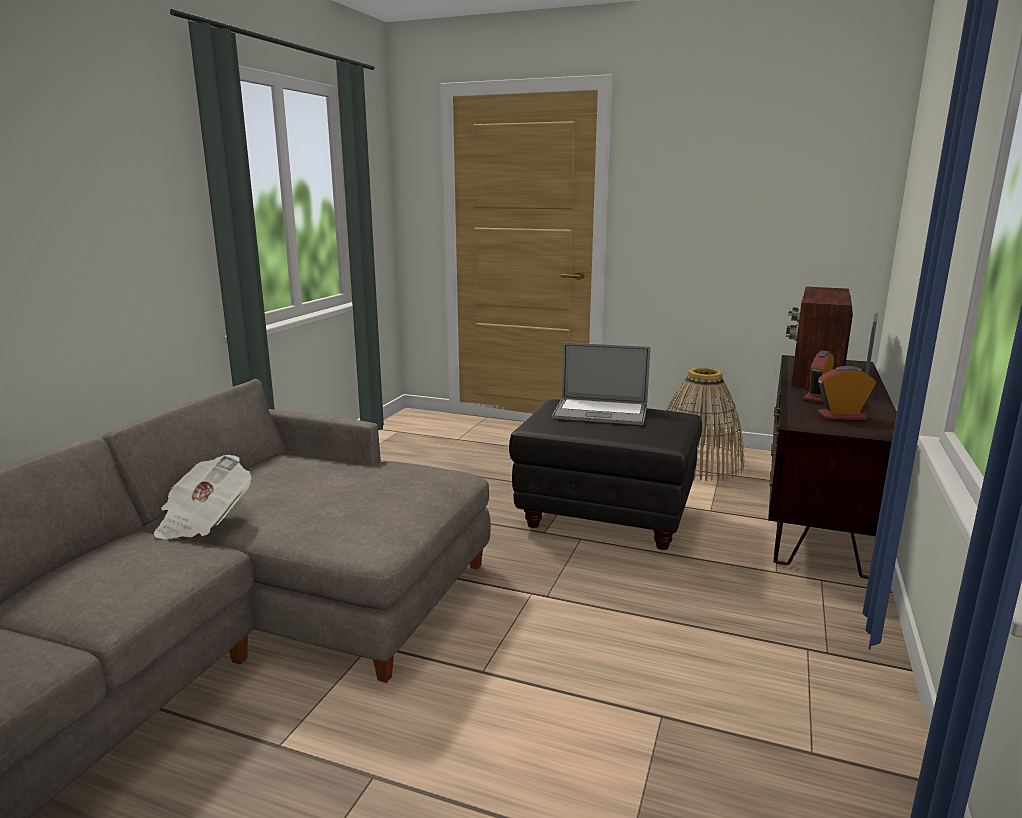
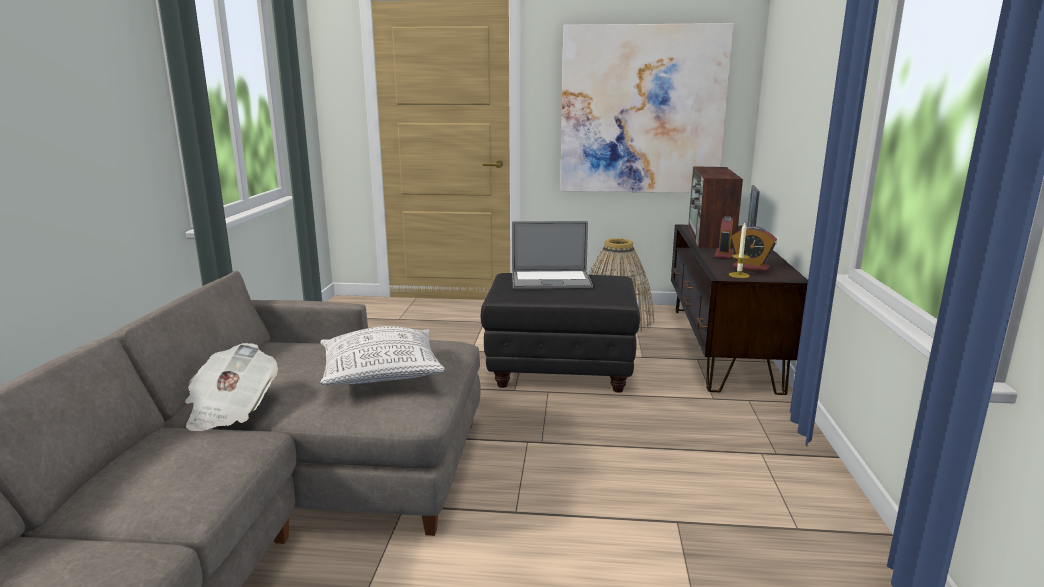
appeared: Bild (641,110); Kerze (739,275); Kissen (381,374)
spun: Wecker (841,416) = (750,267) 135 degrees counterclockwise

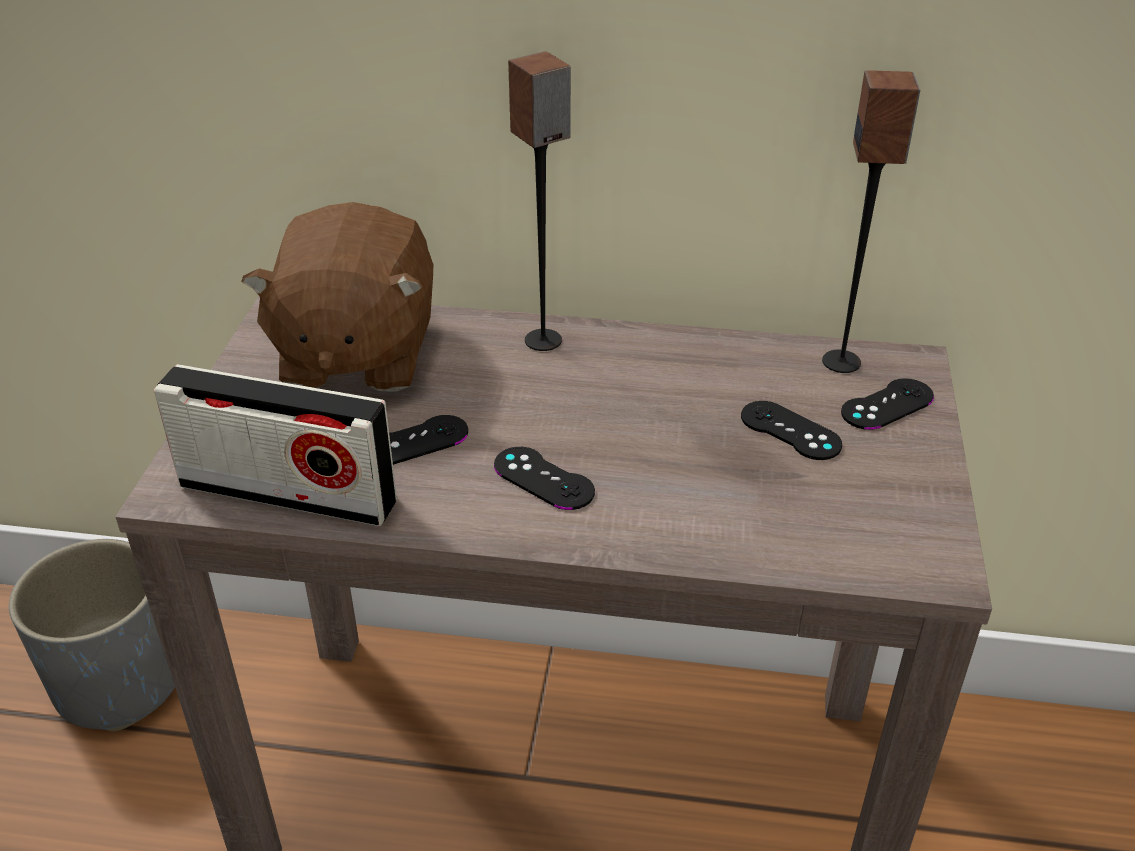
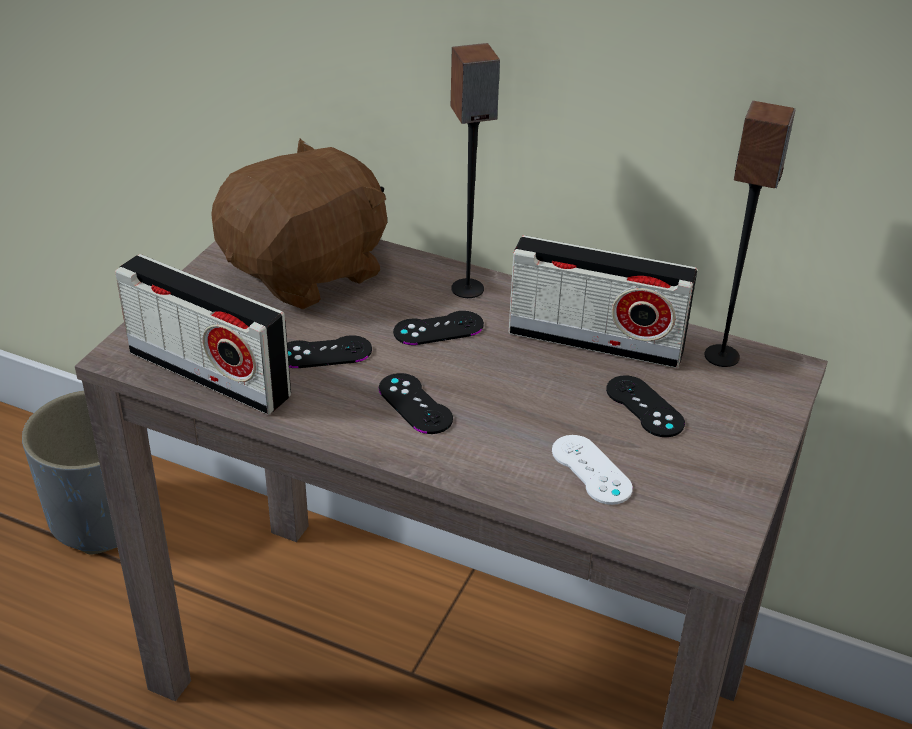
appeared: Radio (595,341); Gamepad/weiß (591,470)
relocated: Gamepad/schwarz (887,405) to (438,329)
spun: Plüschtier/braun (355,354) = (307,272) 150 degrees counterclockwise

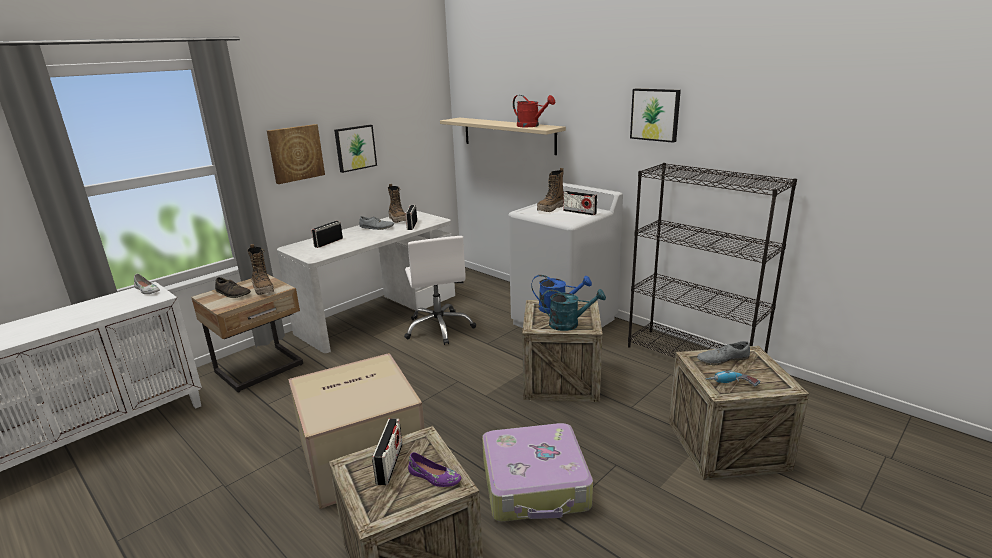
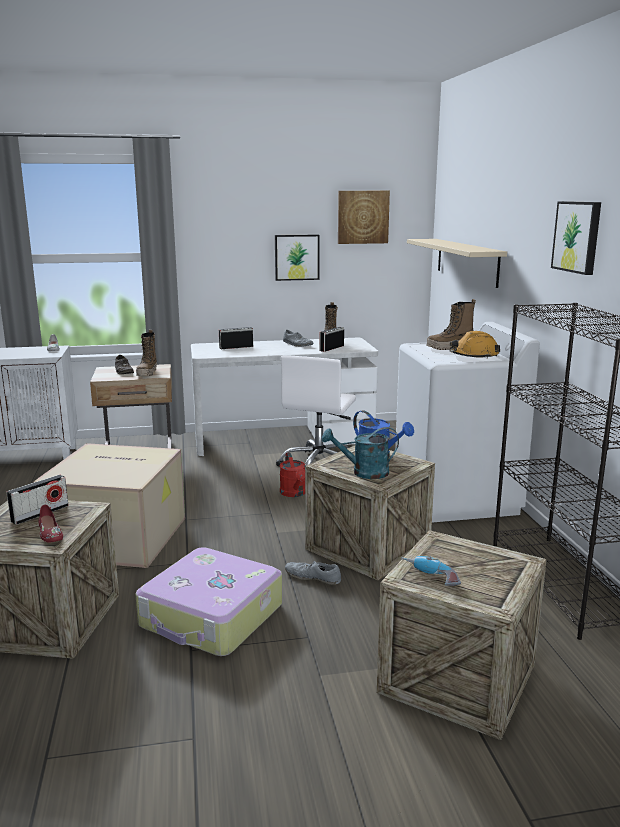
relocated: Gießkanne/rot (531,126) to (294,493); Bild (295,153) to (362,217); Schuh/grau (722,359) to (313,577)
exchanged: Radio (579,212) to Schutzhelm/orange (474,356)
colour: Schuh/lila (434,477) to Schuh/rot (49,533)
spun: Gießkanne/türkis (569,324) = (363,473) 135 degrees clockwise

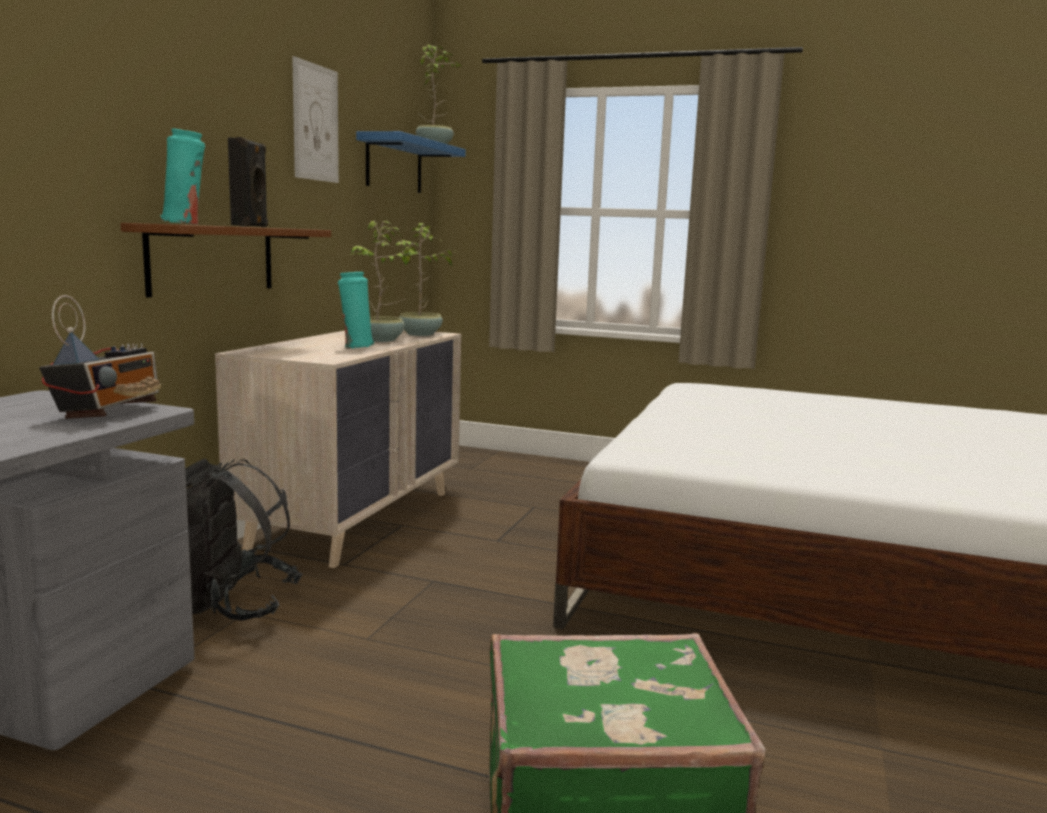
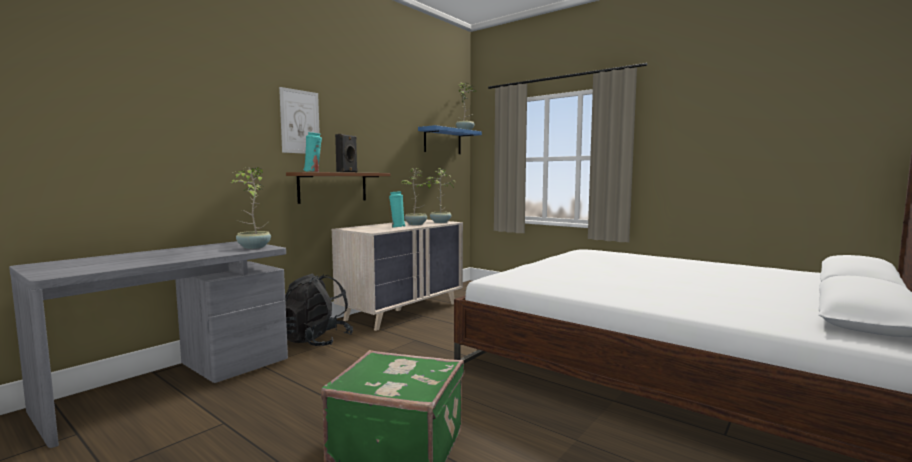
relocated: Bild (315,123) to (300,122)
exchanged: Radio (108,411) to Topfpflanze (253,247)

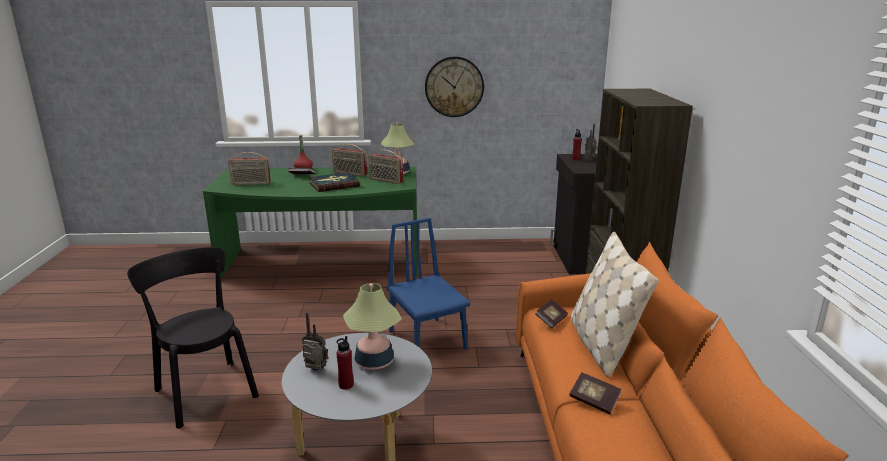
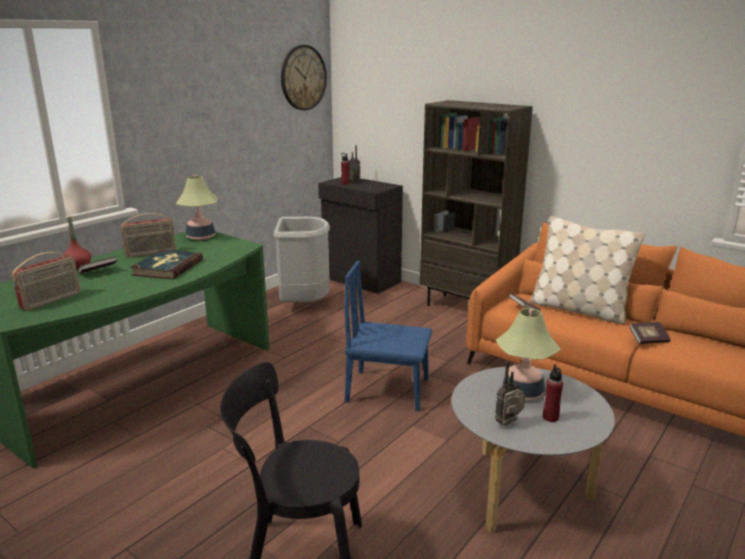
missing: Radio (385,181)
appeared: Mülleimer/grau (304,305)
relocated: Wanduhr (454,87) to (303,78)

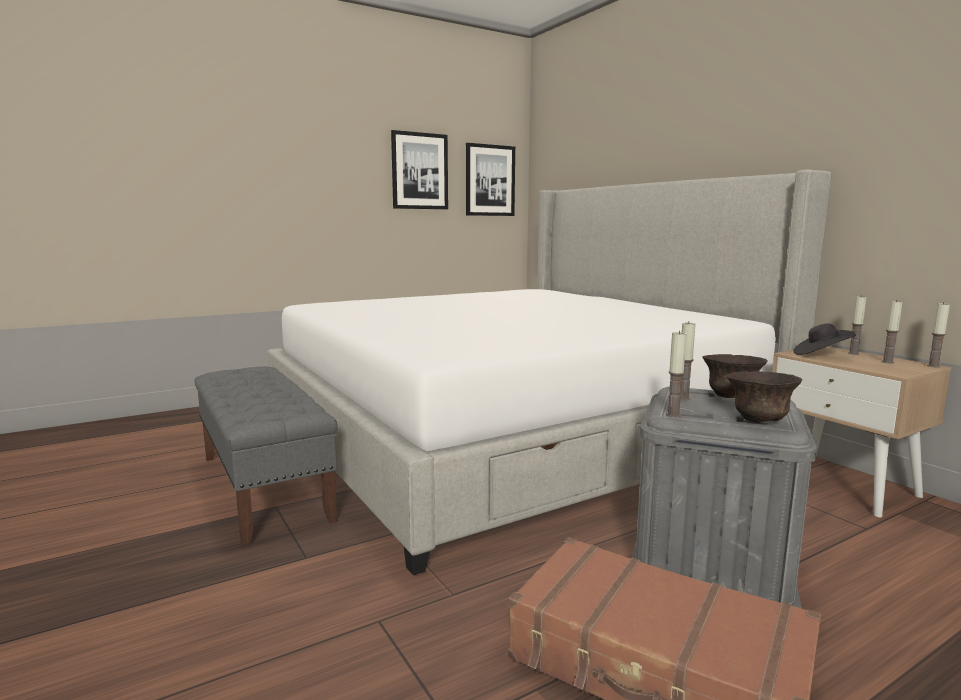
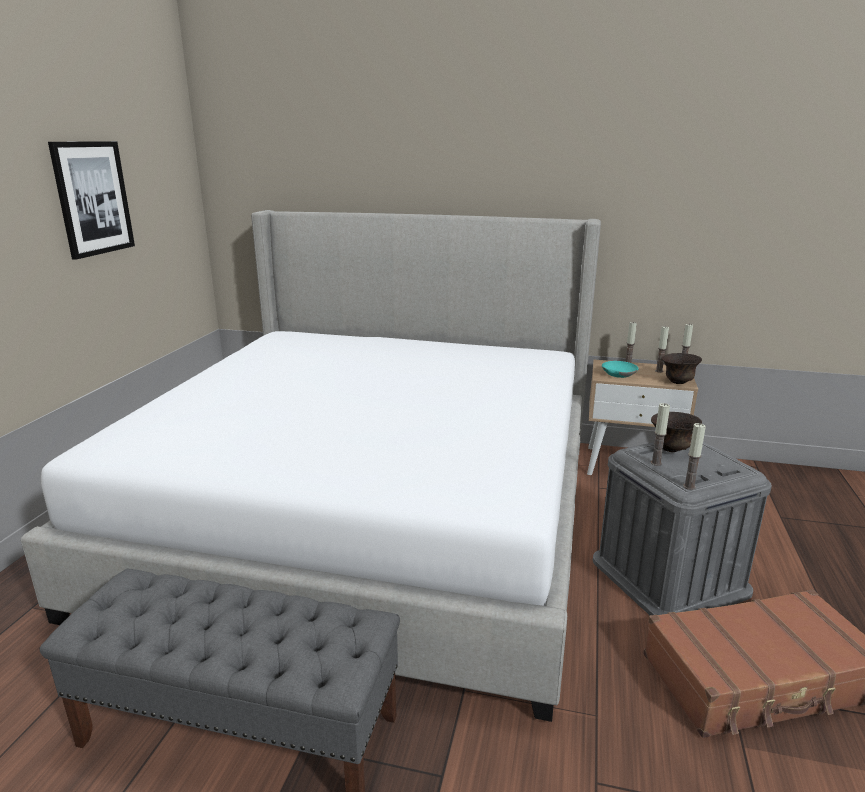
missing: Bild (490,180)
relocated: Schüssel/braun (759,420) to (678,382)
exchanged: Hut/schwarz (821,355) to Schüssel/türkis (618,374)

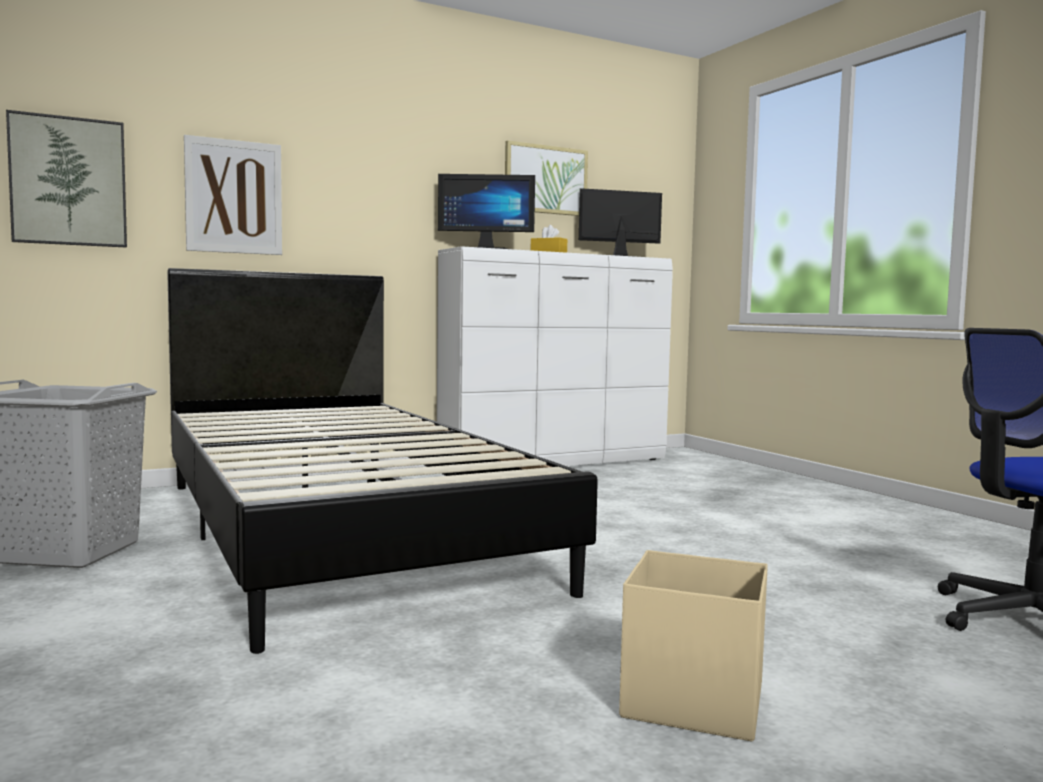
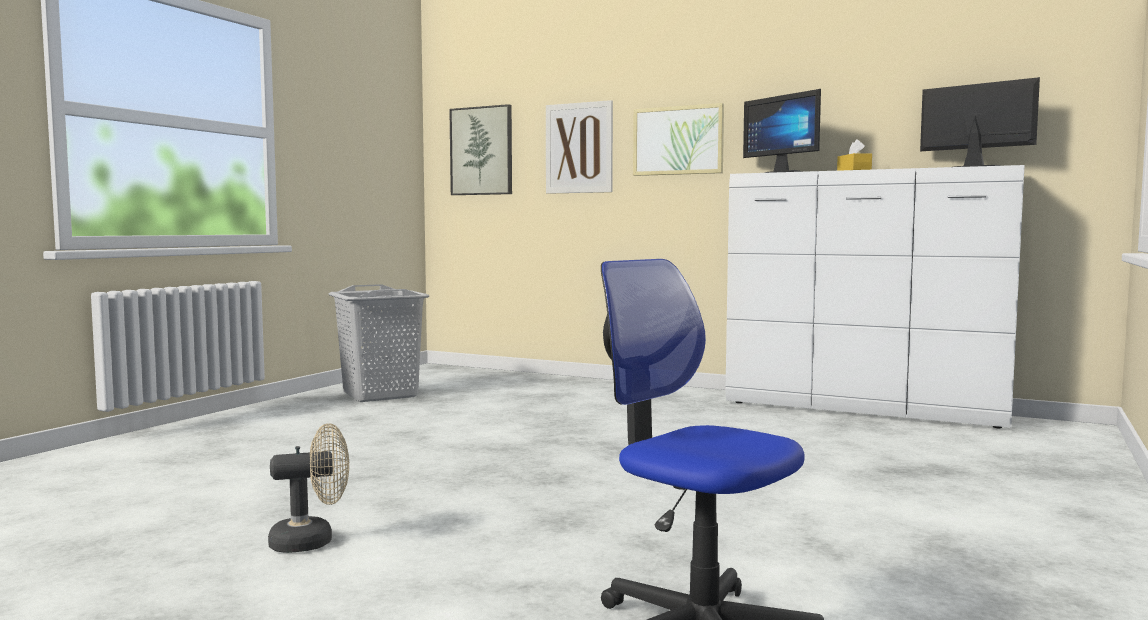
missing: Bett/schwarz (336,529)
relocated: Bild (545,180) to (678,140)
exchanged: Aufbewahrungsbox/beige (691,701) to Ventilator/beige (312,541)

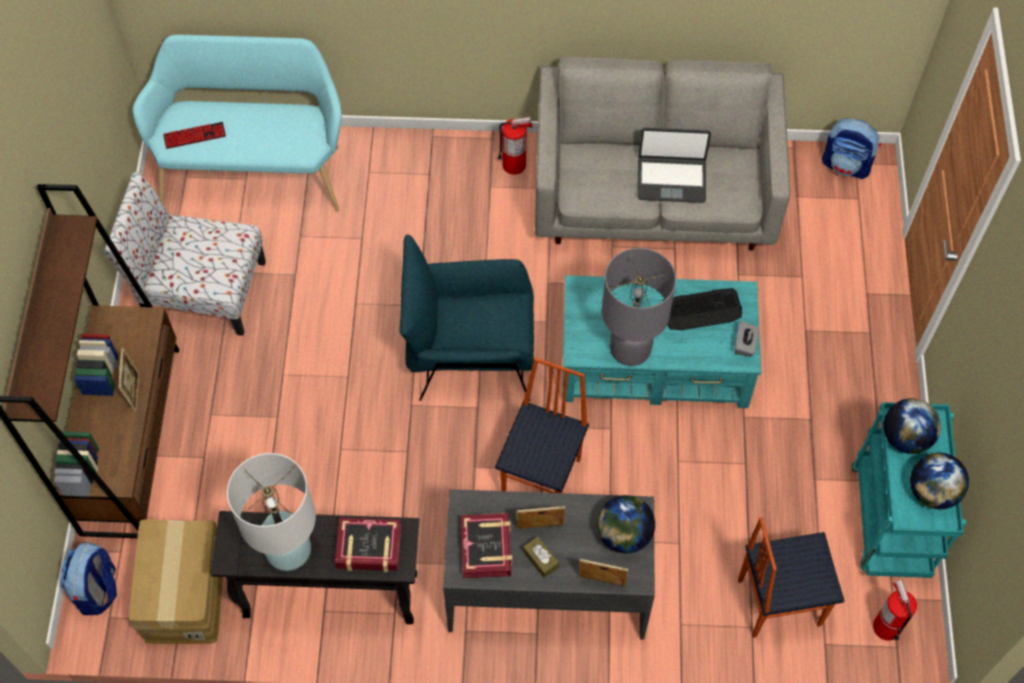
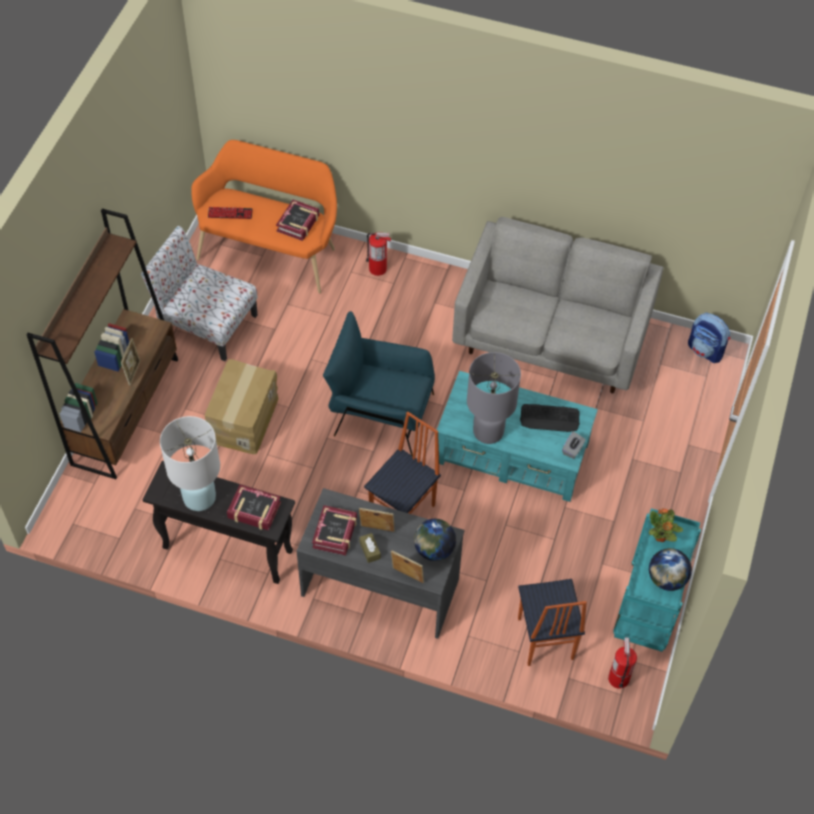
missing: Laptop (671,179); Rucksack (98,590)
appeared: Buch (298,223)
relocated: Feuerlöscher (514,165) to (378,269); Karton (184,593) to (243,419)
exchanged: Globus (905,437) to Topfpflanze (660,537)
colour: Bank/türkis (255,169) to Bank/orange (270,250)
spun: Stuhl (777,601) = (544,639) 105 degrees counterclockwise

